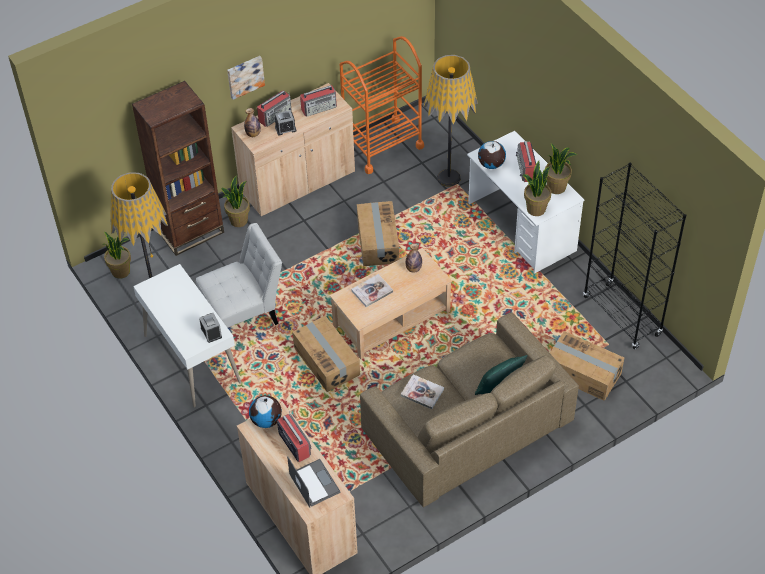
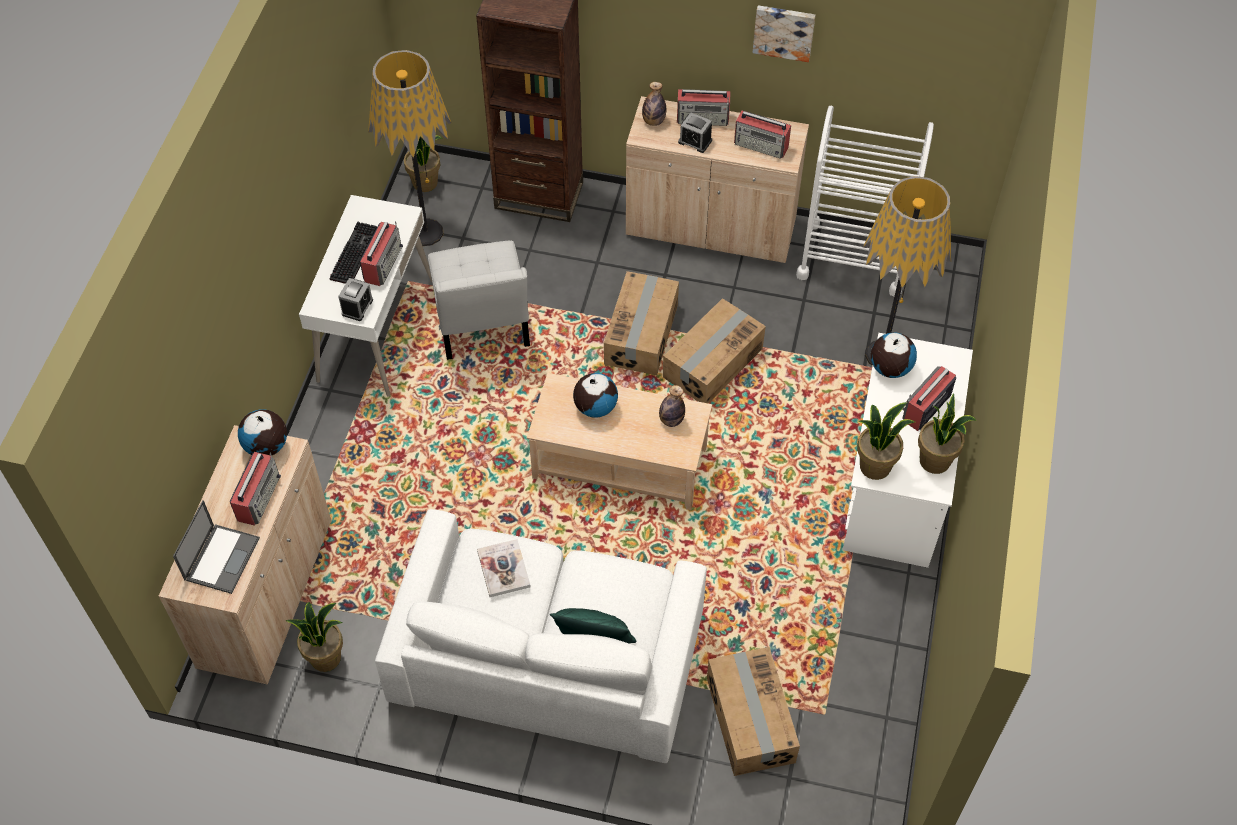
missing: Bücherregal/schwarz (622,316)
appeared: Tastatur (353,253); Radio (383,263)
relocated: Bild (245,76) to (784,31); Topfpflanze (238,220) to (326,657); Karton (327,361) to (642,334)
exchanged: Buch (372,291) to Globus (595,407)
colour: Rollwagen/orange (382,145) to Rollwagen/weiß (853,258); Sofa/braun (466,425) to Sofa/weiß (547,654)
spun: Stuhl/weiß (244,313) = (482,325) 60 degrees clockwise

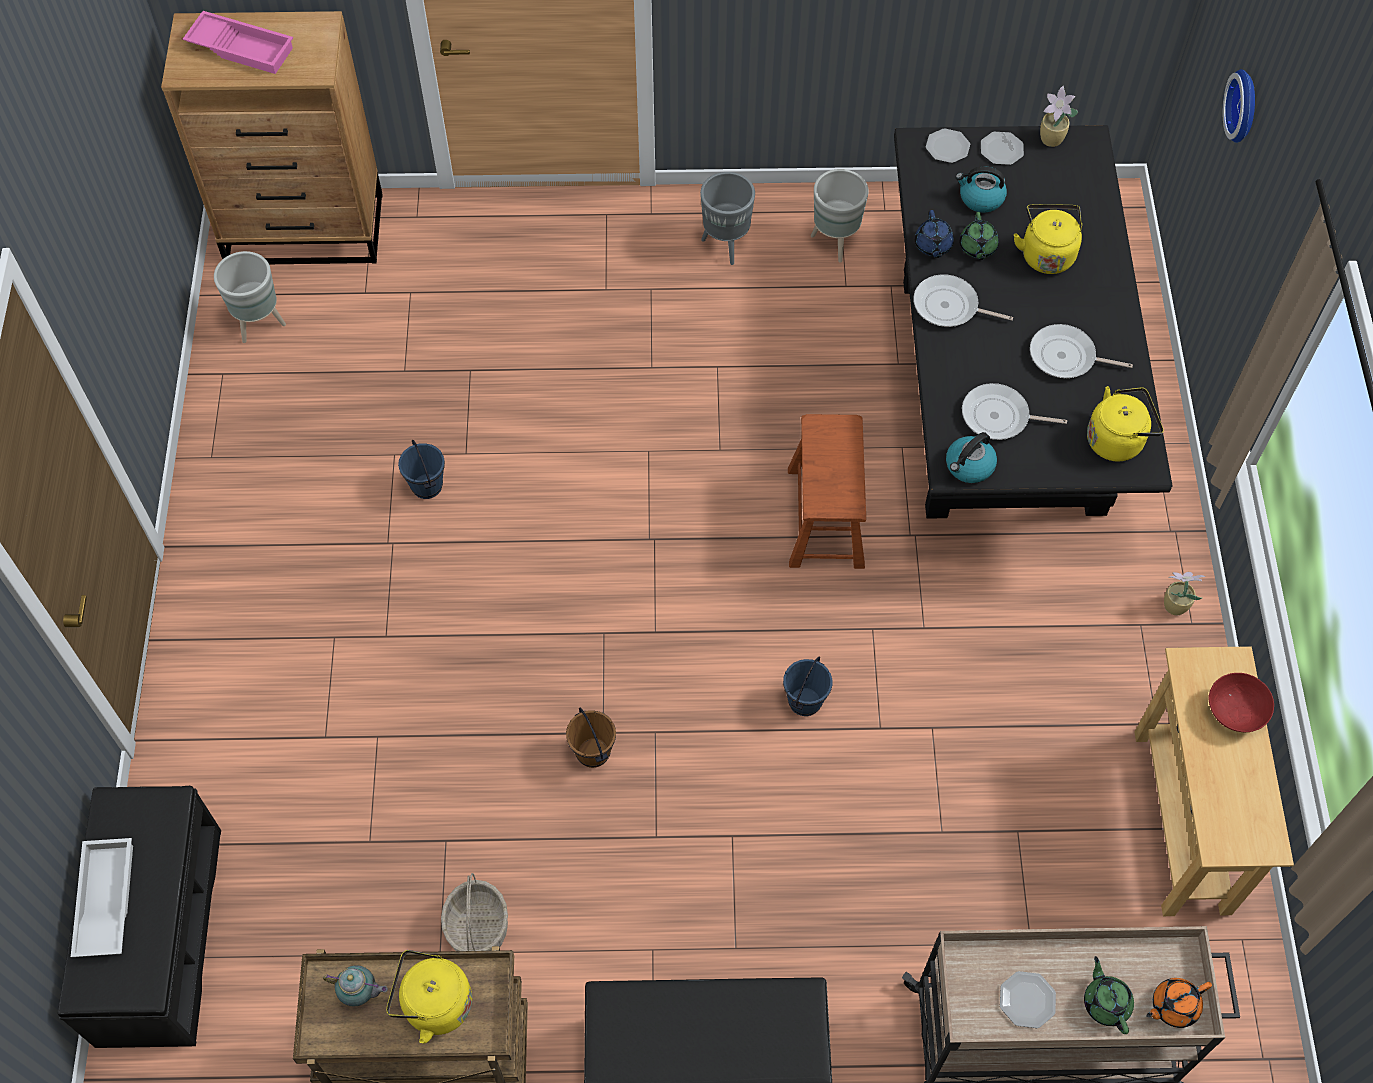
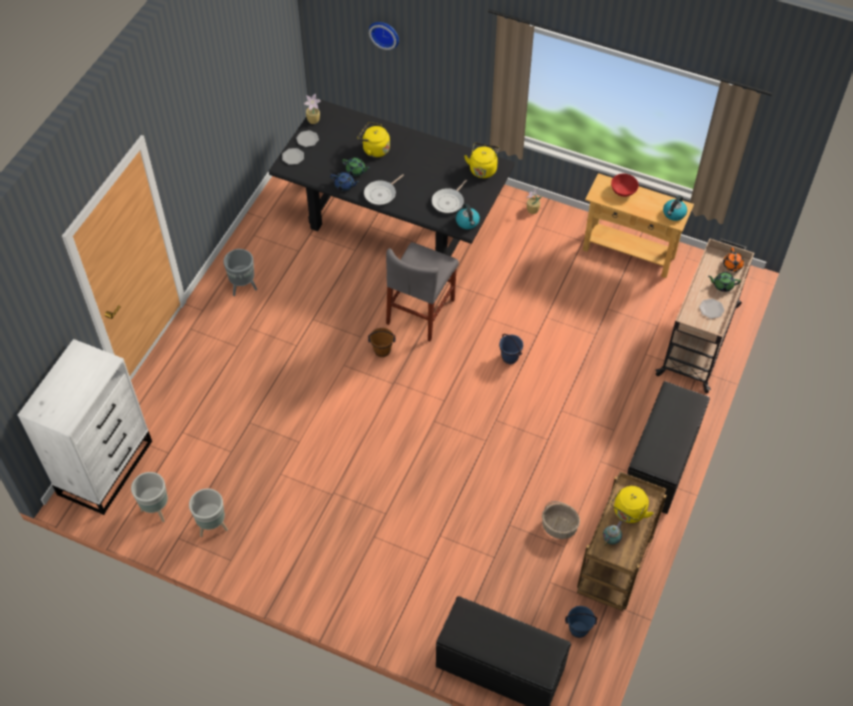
missing: Tablett/rosa (242,47); Pfanne (1066,357); Tablett/weiß (104,900)
relocated: Wasserkessel (980,198) to (674,214); Pflanzkübel/grau (834,242) to (212,526); Eimer/blau (426,486) to (578,629); Eimer/braun (592,753) to (382,351)
exchanged: Hocker/braun (825,517) to Stuhl/grau (420,311)
colour: Kommode/braun (306,229) to Kommode/weiß (106,467)

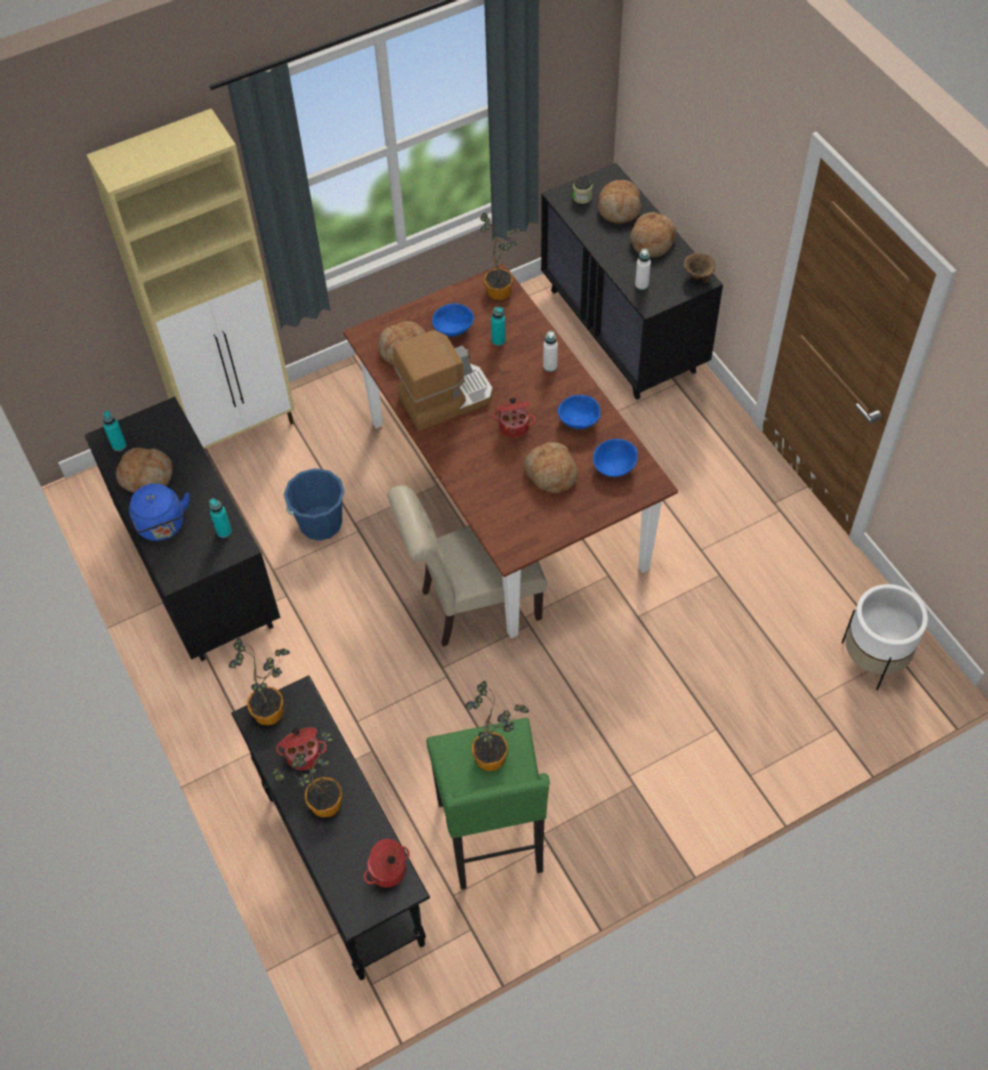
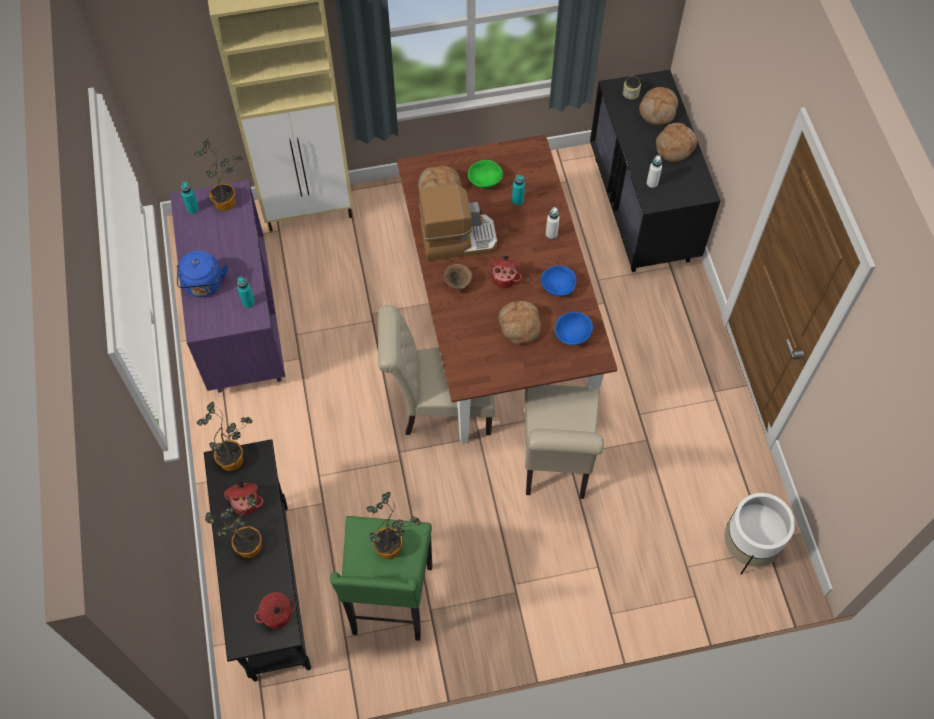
missing: Brot (146,476); Eimer/blau (320,523)
appeared: Stuhl/beige (556,463)
relocated: Topfpflanze (501,289) to (228,201); Schüssel/braun (697,276) to (457,283)
colour: Schüssel/blau (453,329) to Schüssel/grün (484,181); Kommode/schwarz (200,573) to Kommode/lila (240,321)

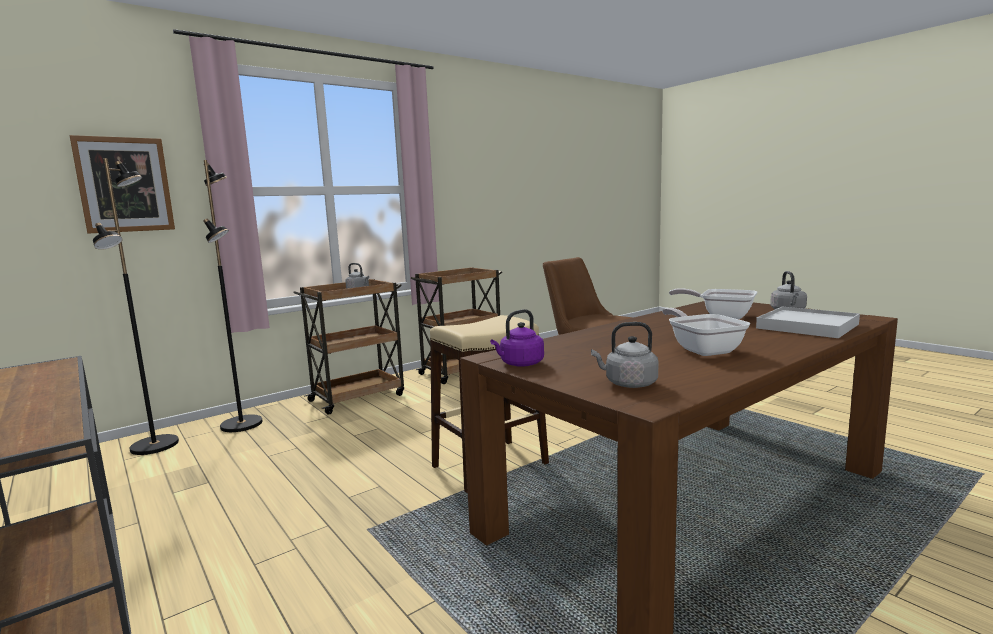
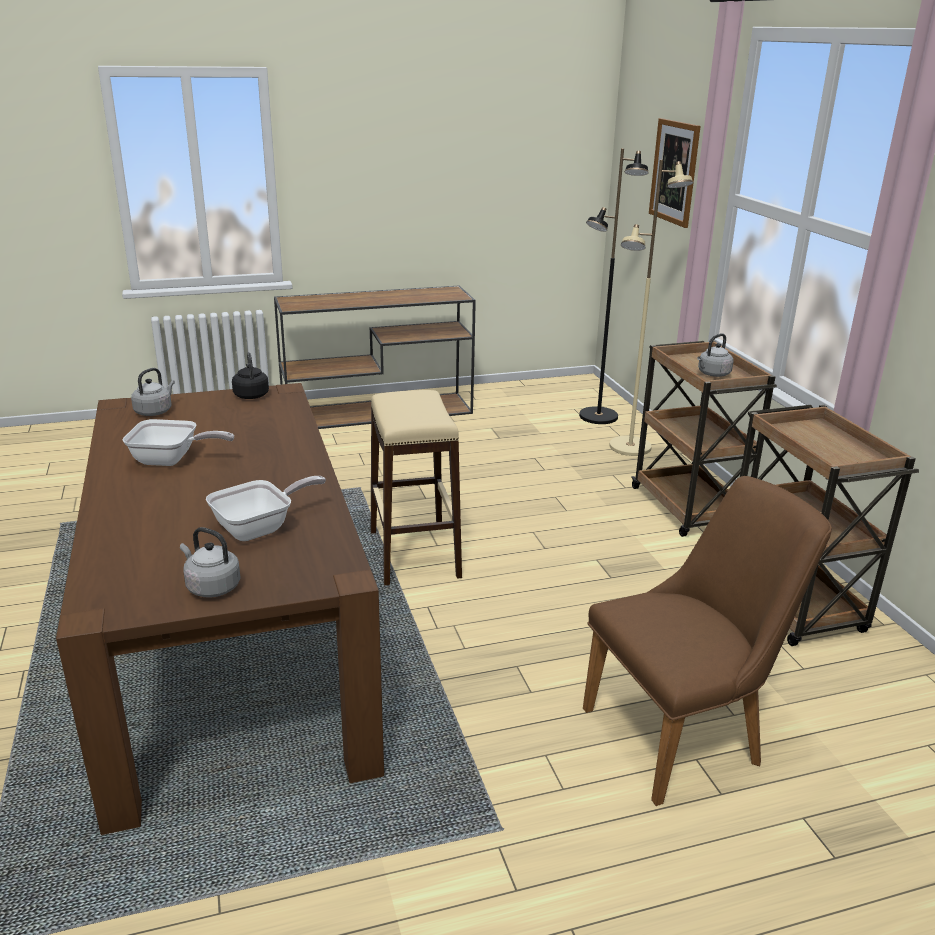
missing: Tablett/weiß (807,326)
colour: Stehlampe/schwarz (242,424) to Stehlampe/beige (630,447); Wasserkessel/lila (520,364) to Wasserkessel/schwarz (251,395)

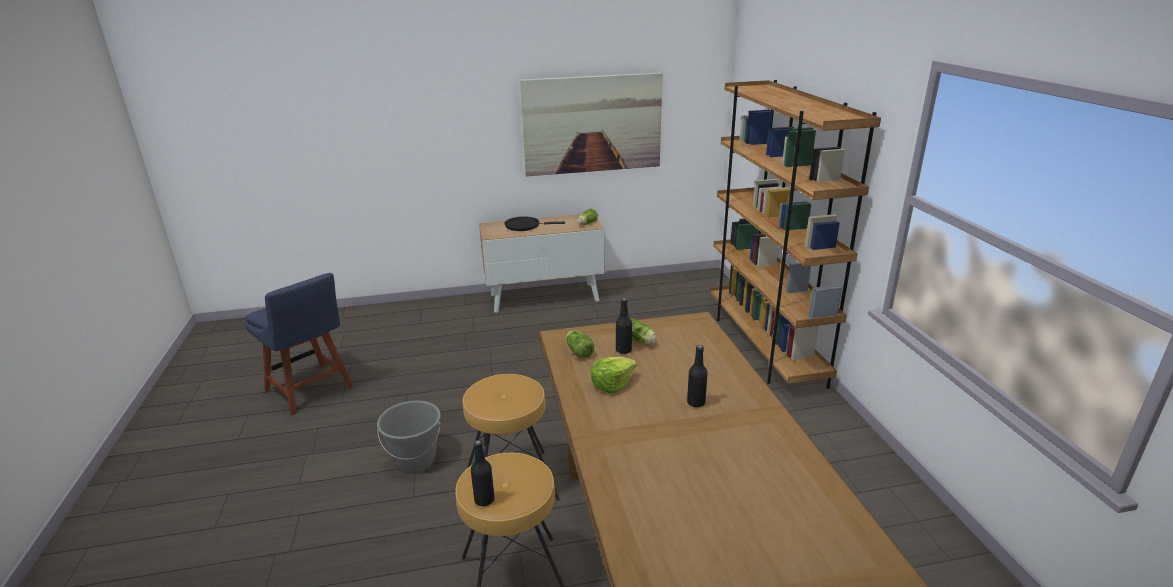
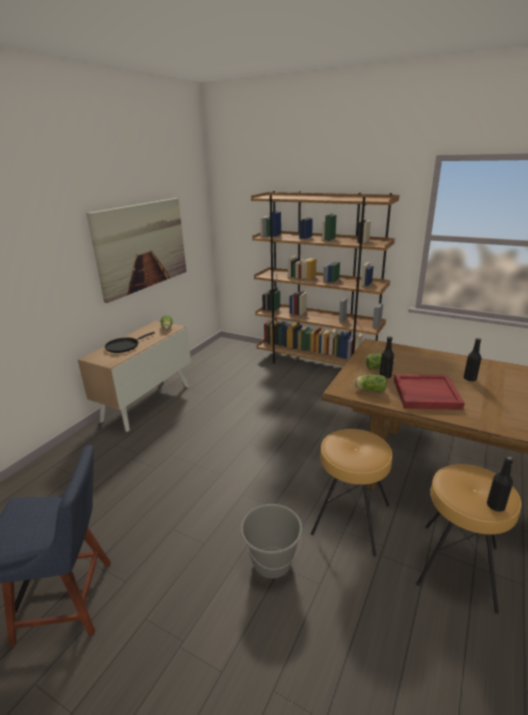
exchanged: Salatkopf (612,384) to Tablett/rot (425,394)

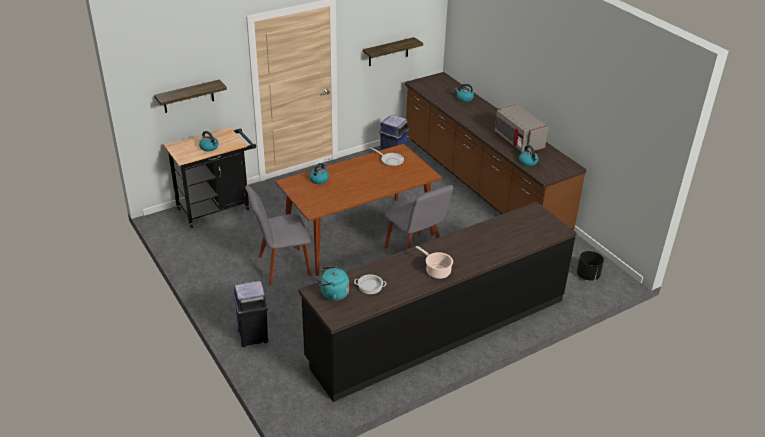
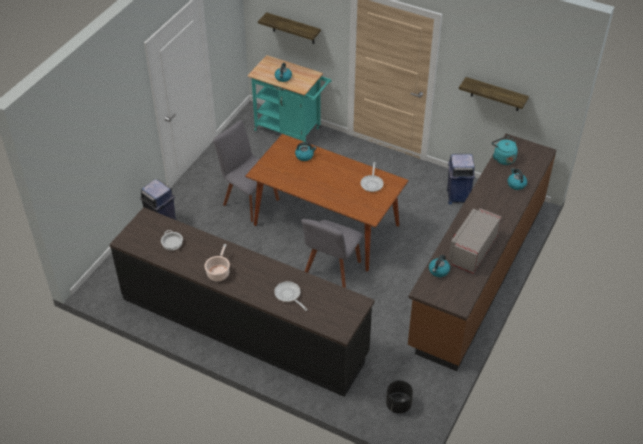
appeared: Pfanne (289,295)
relocated: Wasserkessel/türkis (332,294) to (503,158)
colour: Rollwagen/schwarz (217,208) to Rollwagen/türkis (291,130)

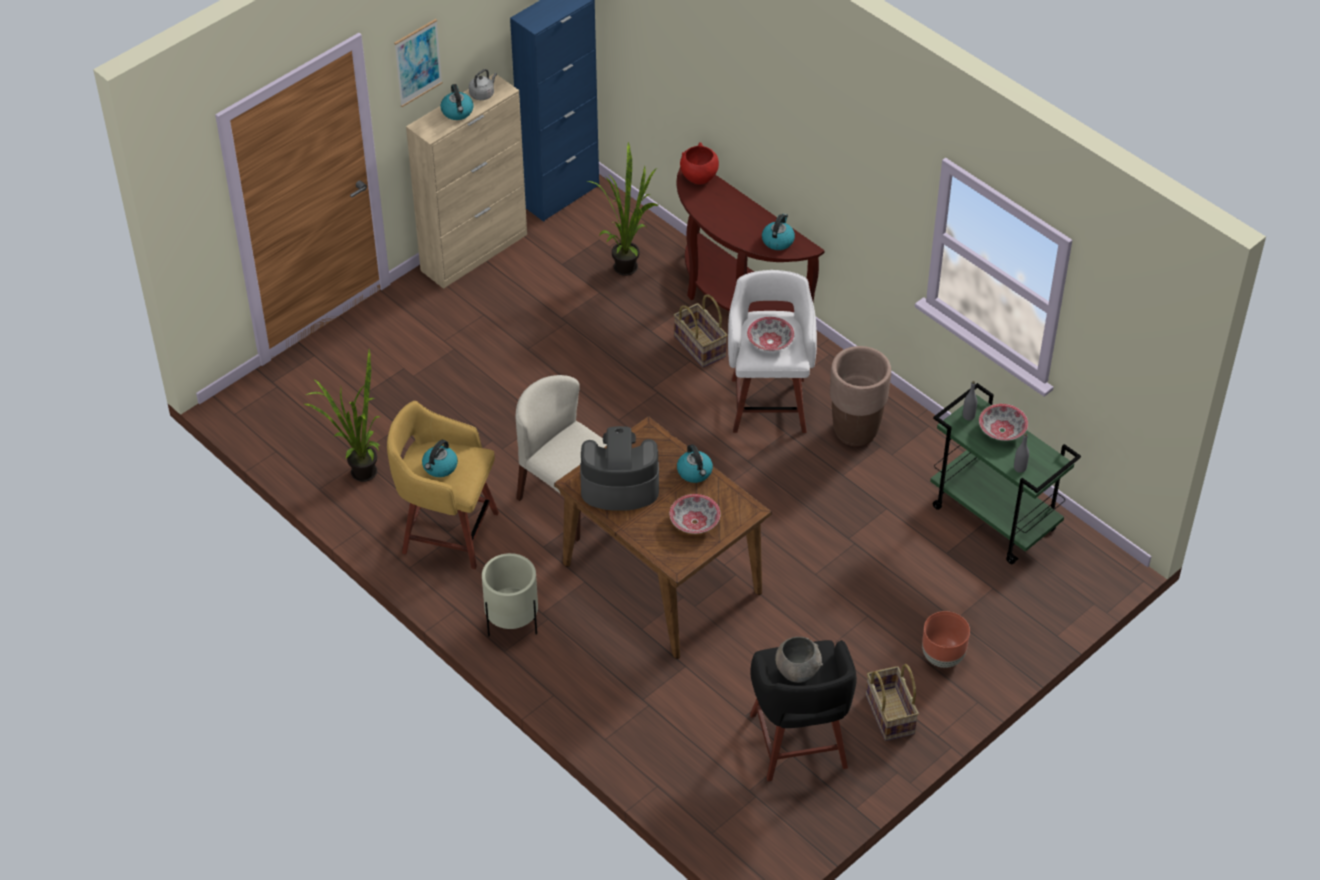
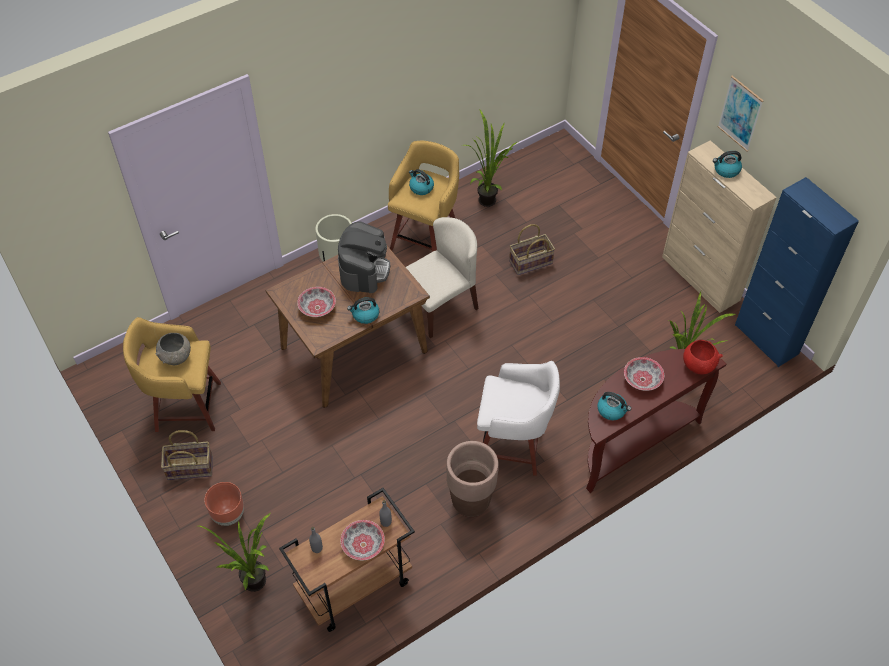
missing: Wasserkessel/grau (483,94)
appeared: Topfpflanze (256,587)
relocated: Korb (700,346) to (530,263); Schüssel (770,342) to (642,379)
colour: Rollwagen/grün (995,518) to Rollwagen/braun (354,587); Hocker/schwarz (798,744) to Hocker/gelb (185,406)

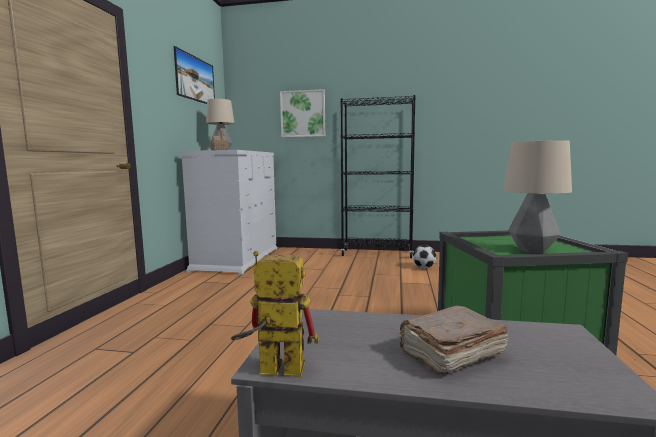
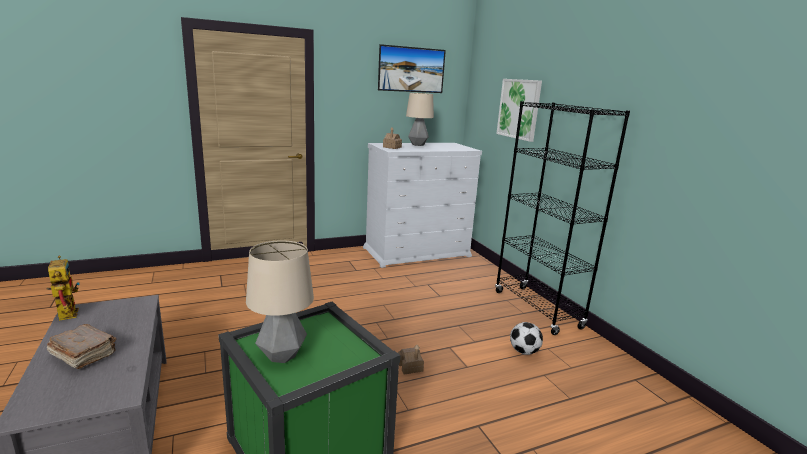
appeared: Spielzeughaus (410,367)

